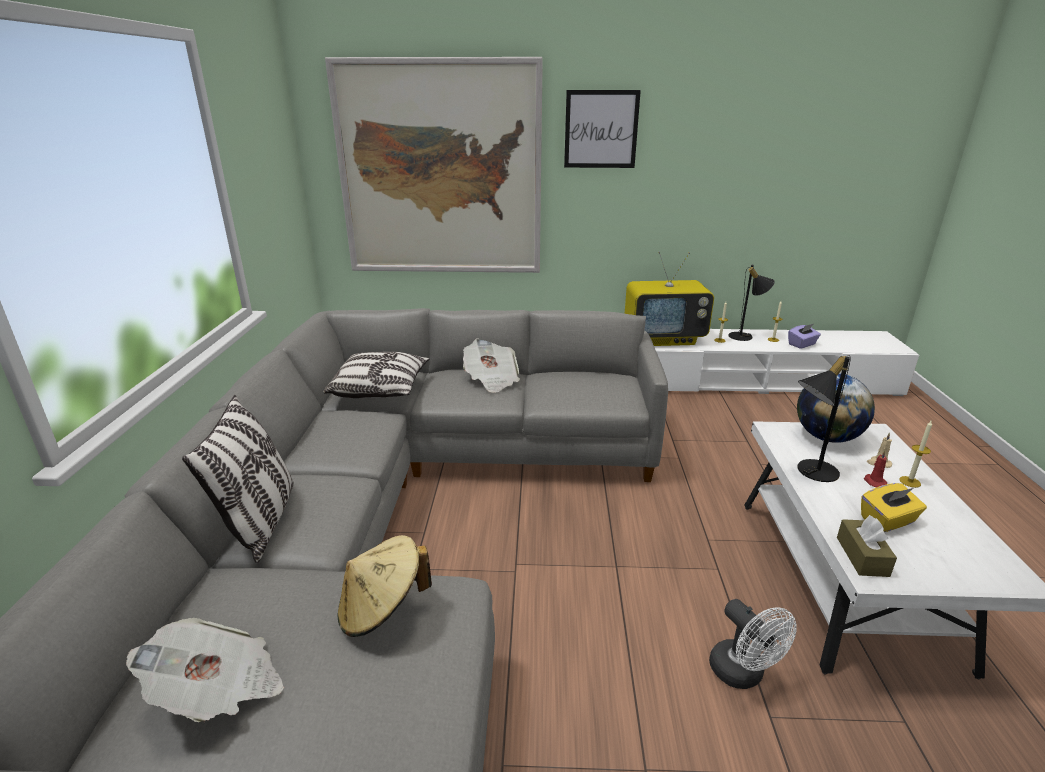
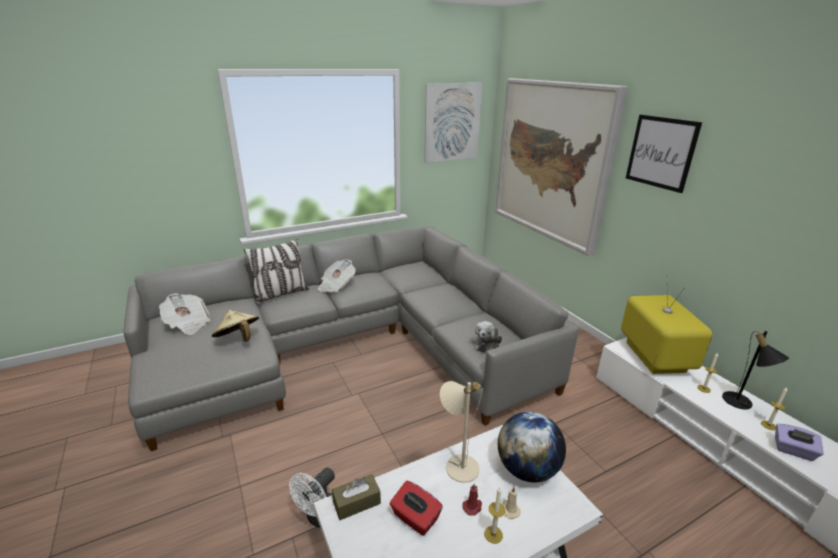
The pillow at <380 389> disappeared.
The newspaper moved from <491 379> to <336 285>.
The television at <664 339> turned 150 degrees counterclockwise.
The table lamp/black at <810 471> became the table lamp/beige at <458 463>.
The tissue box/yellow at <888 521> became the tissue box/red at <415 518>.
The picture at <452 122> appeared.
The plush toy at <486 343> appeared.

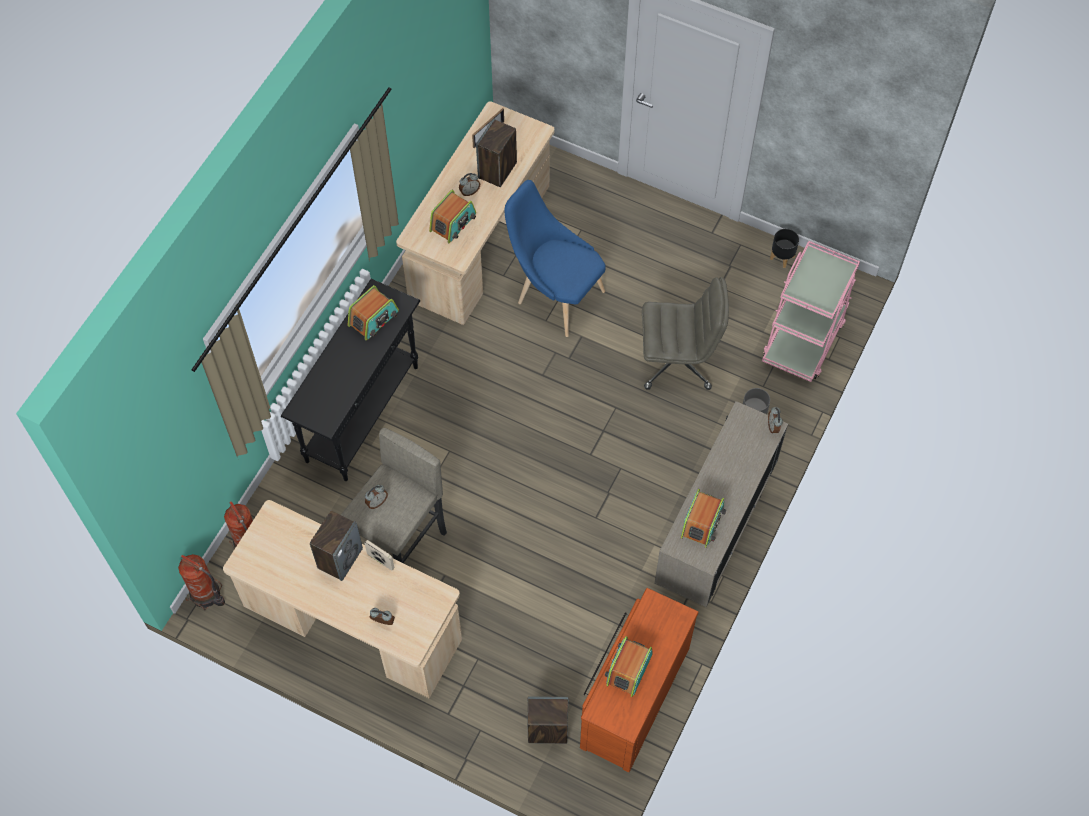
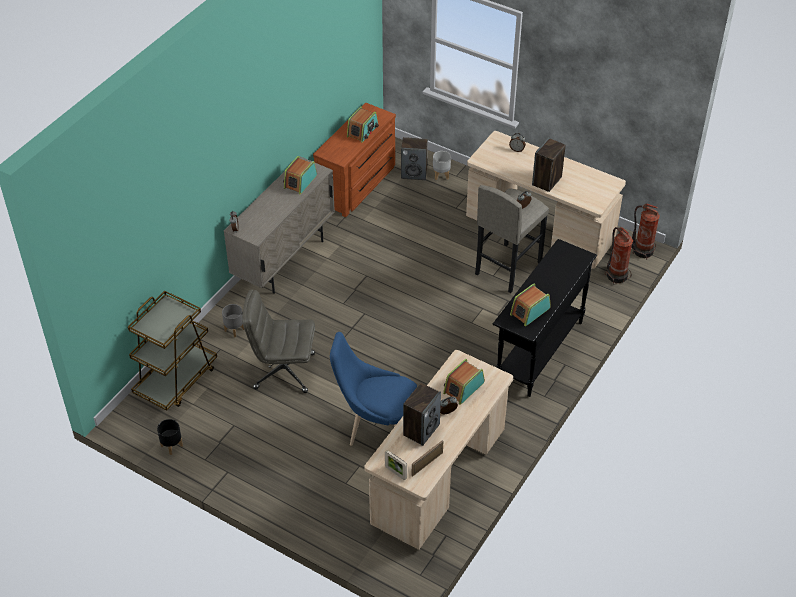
The picture frame moved from <380 561> to <395 473>.
The chair/blue at <555 295> turned 150 degrees clockwise.
The cart/pink at <803 339> became the cart/brown at <176 380>.
The planter/grey at <441 175> appeared.

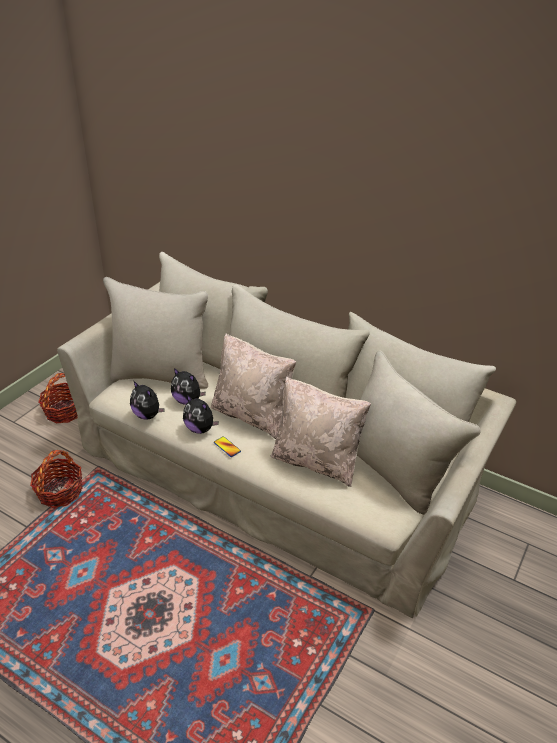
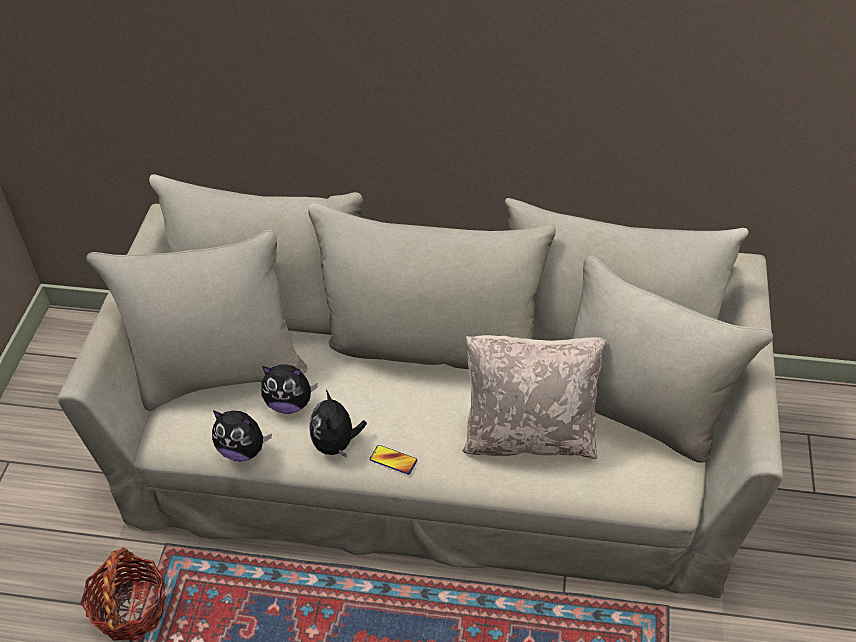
The basket at <64 411> disappeared.
The plush toy at <200 429> turned 75 degrees clockwise.
The pillow/beige at <252 415> disappeared.

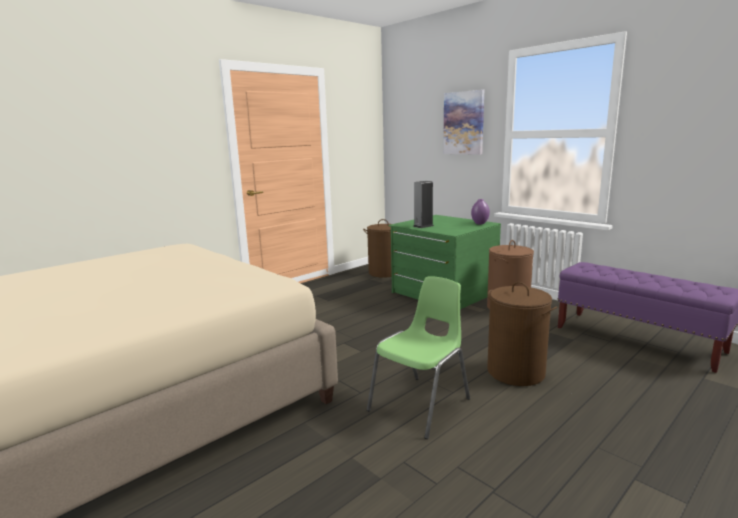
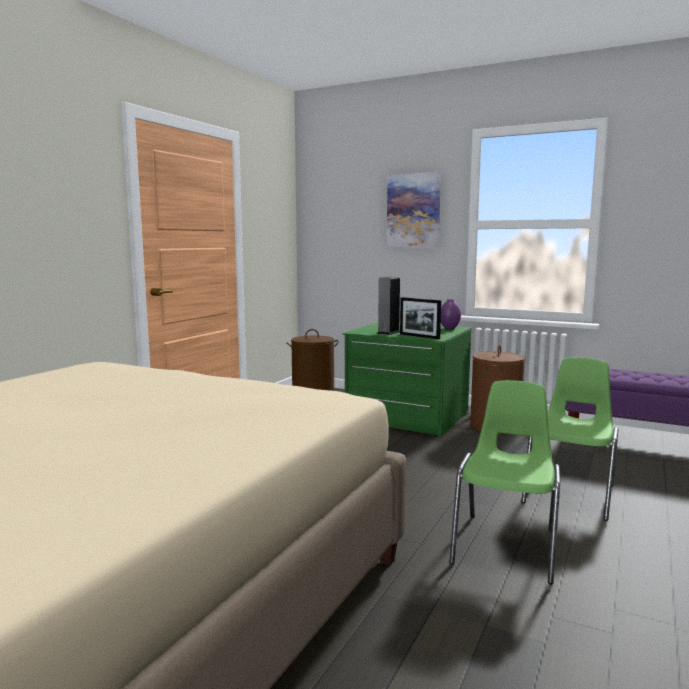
The laundry basket/brown at <516 372> was replaced by the chair/green at <571 494>.
The picture frame at <419 336> appeared.

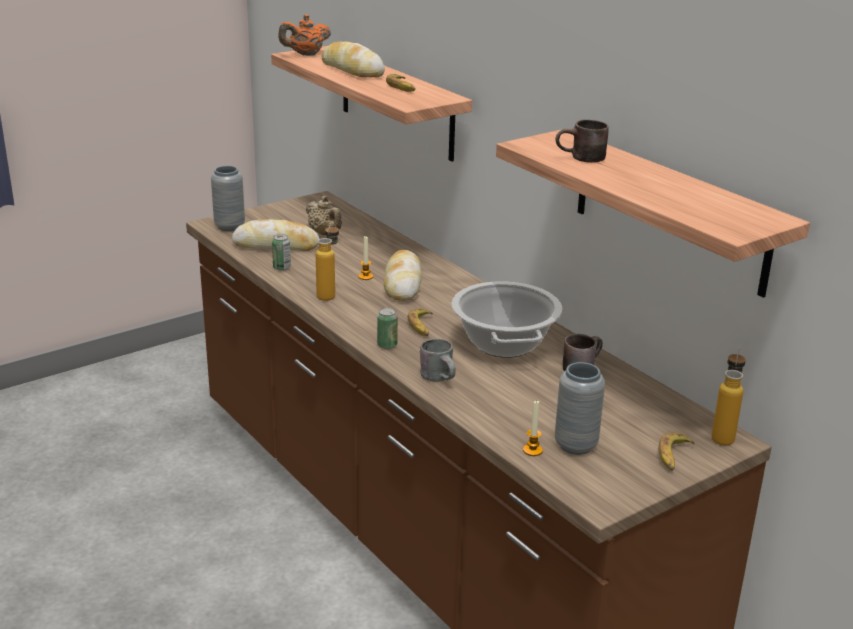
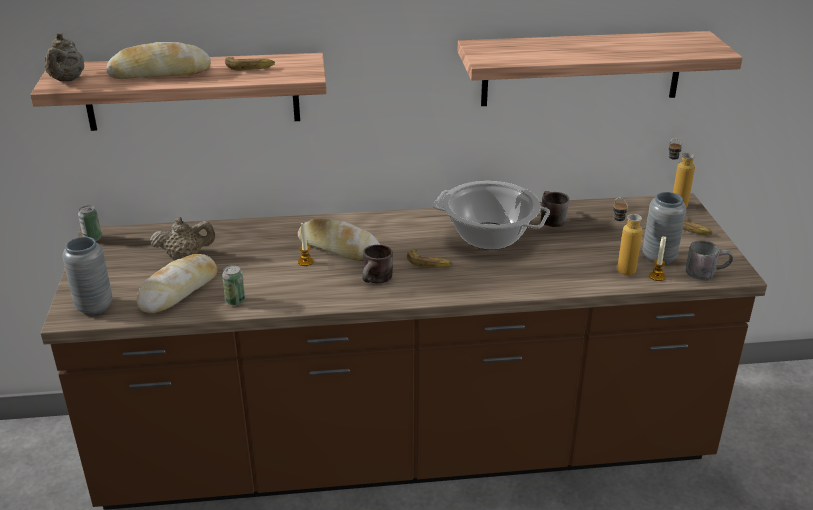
The teapot/orange at <305 54> became the teapot/beige at <67 80>.
The bottle moved from <329 294> to <620 268>.
The can moved from <387 345> to <92 238>.
The mug/grey moved from <441 377> to <705 272>.
The mug/brown moved from <582 159> to <378 281>.

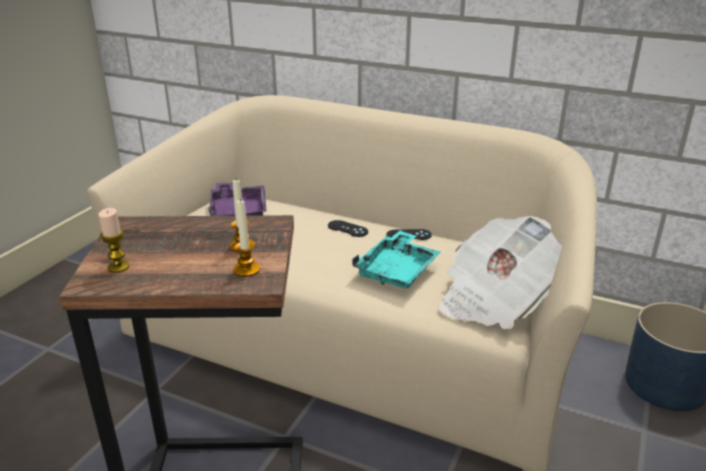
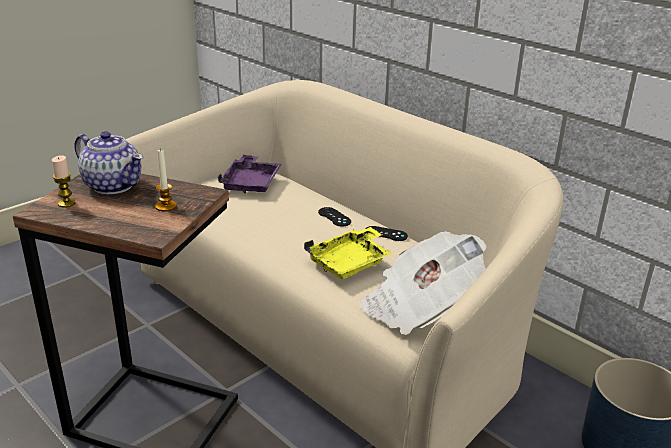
The candle at <246 270> disappeared.
The tray/turquoise at <397 271> became the tray/yellow at <349 263>.
The teapot at <113 185> appeared.

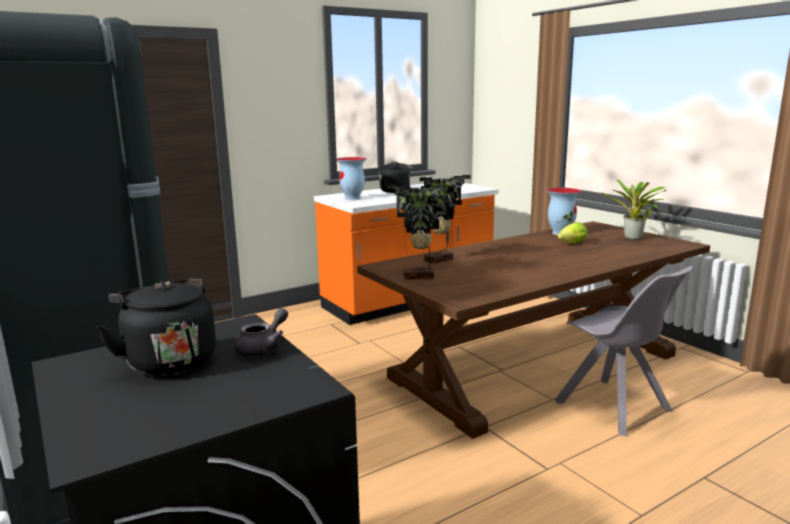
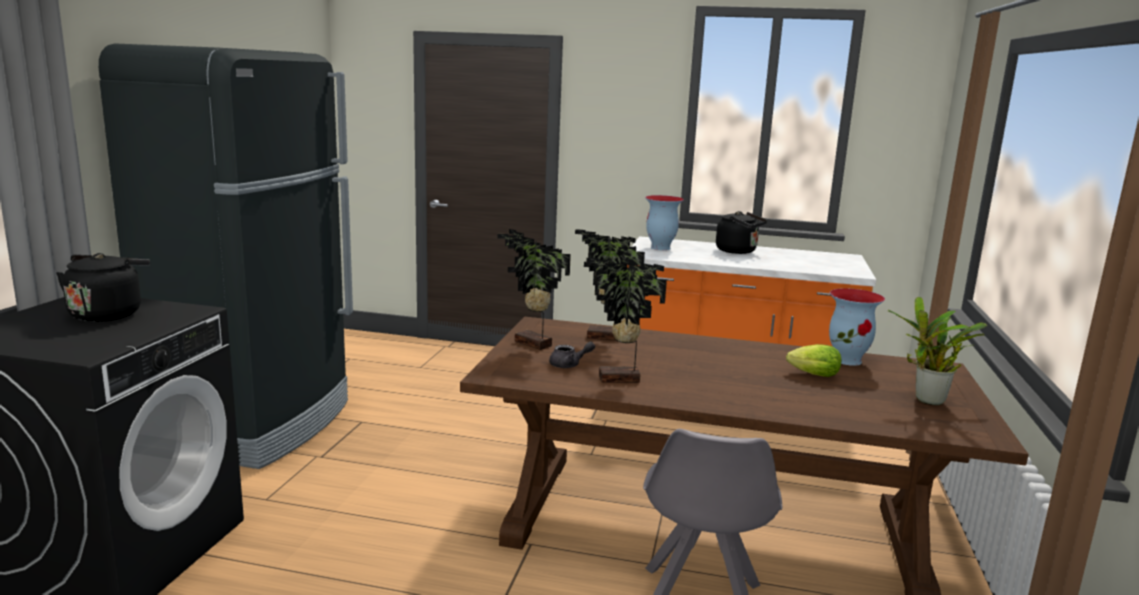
The teapot/grey moved from <264 349> to <569 365>.
The potted plant at <620 380> appeared.

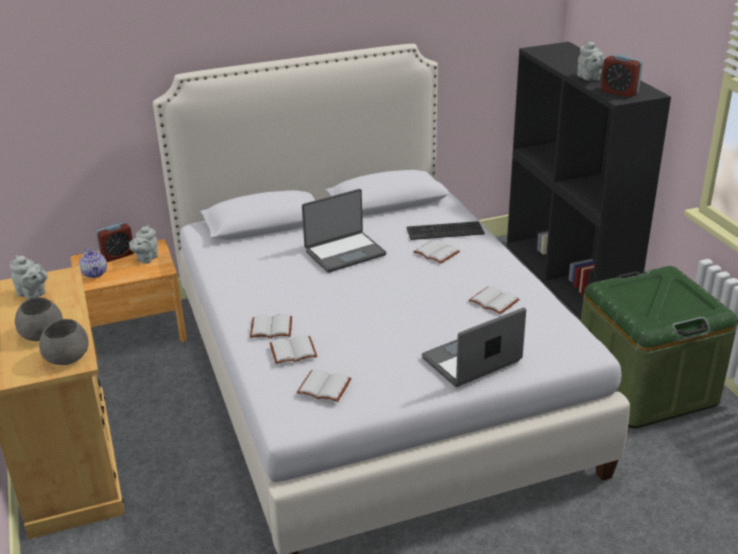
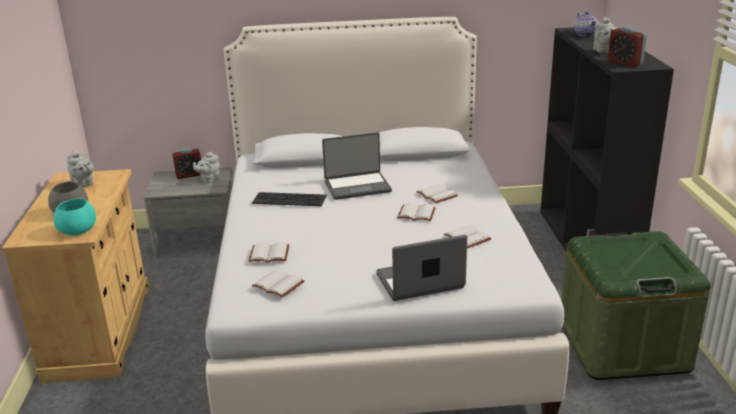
The bowl/grey at <67 356> became the bowl/turquoise at <78 230>.
The nightstand/brown at <135 331> became the nightstand/grey at <198 241>.
The teapot moved from <95 273> to <585 34>.
The book/white moved from <270 329> to <415 214>.
The keyboard moved from <445 231> to <289 200>.

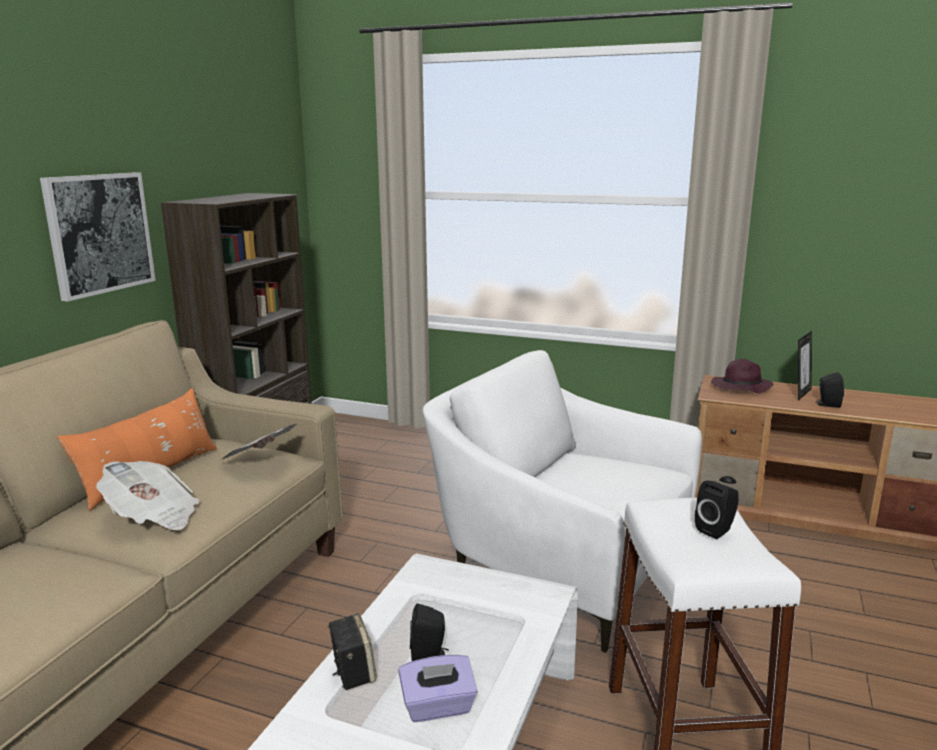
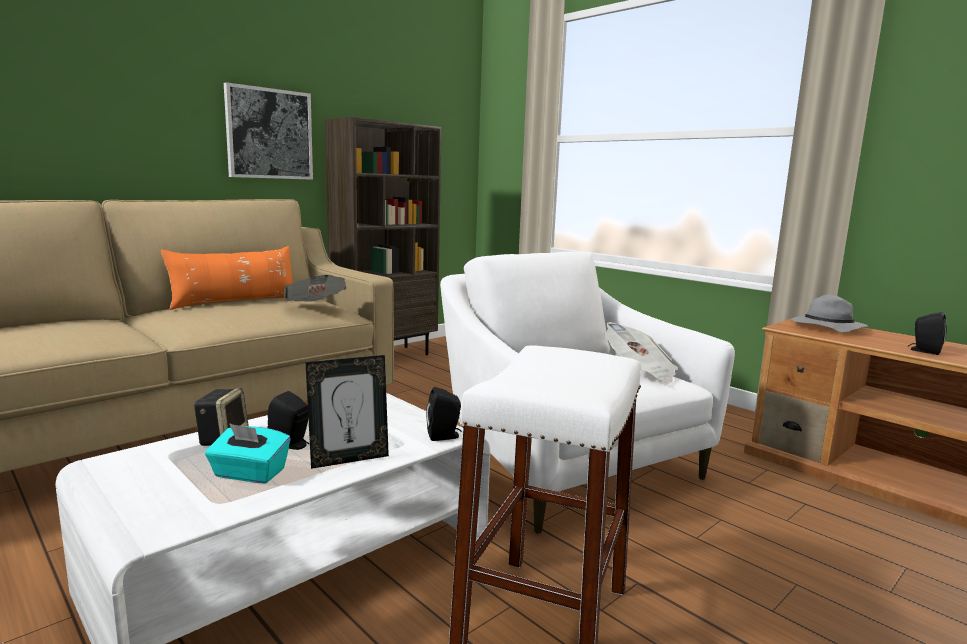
The newspaper moved from <153 516> to <640 372>.
The tissue box/purple at <438 707> became the tissue box/turquoise at <249 474>.
The speaker/black moved from <717 530> to <444 436>.
The hat/purple at <740 388> became the hat/grey at <826 328>.
The picture frame moved from <800 394> to <349 459>.

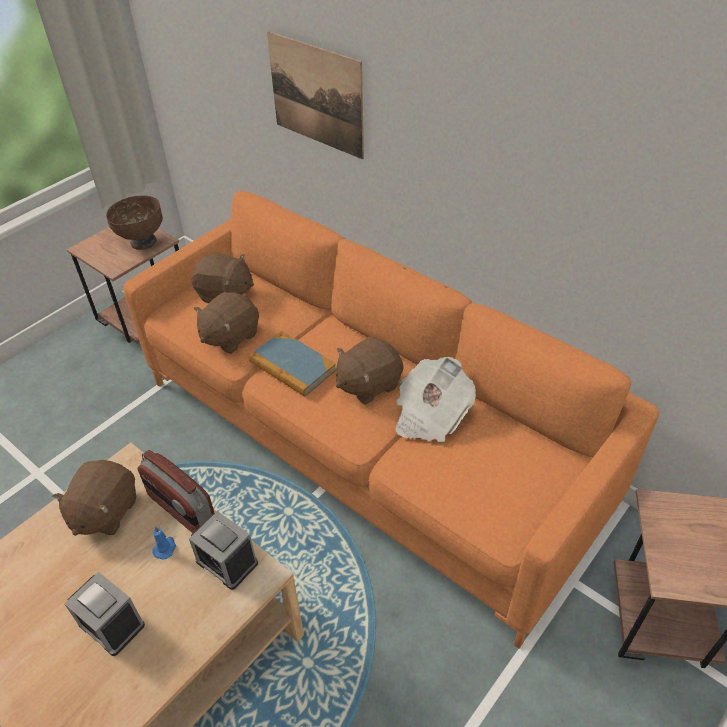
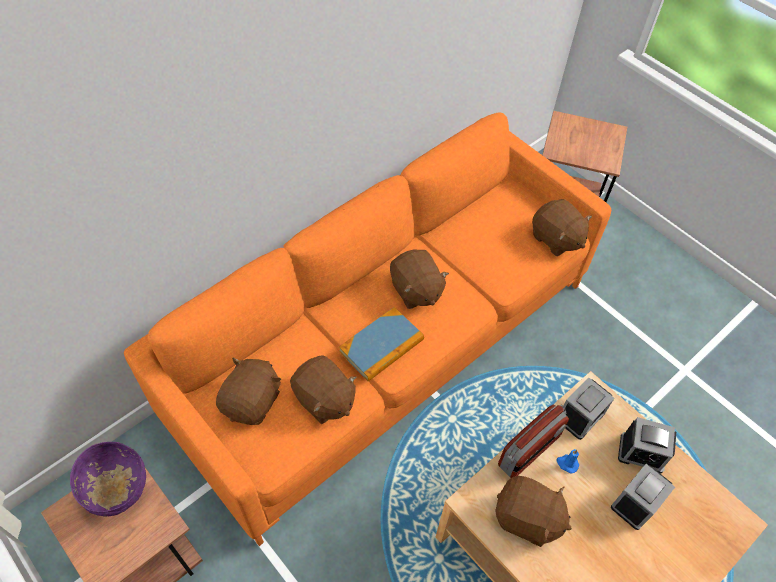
The bowl/brown at <143 242> became the bowl/purple at <120 493>.
The picture at <316 95> disappeared.
The newspaper at <430 415> disappeared.
The plush toy/brown at <556 239> appeared.
The alarm clock at <641 453> appeared.

